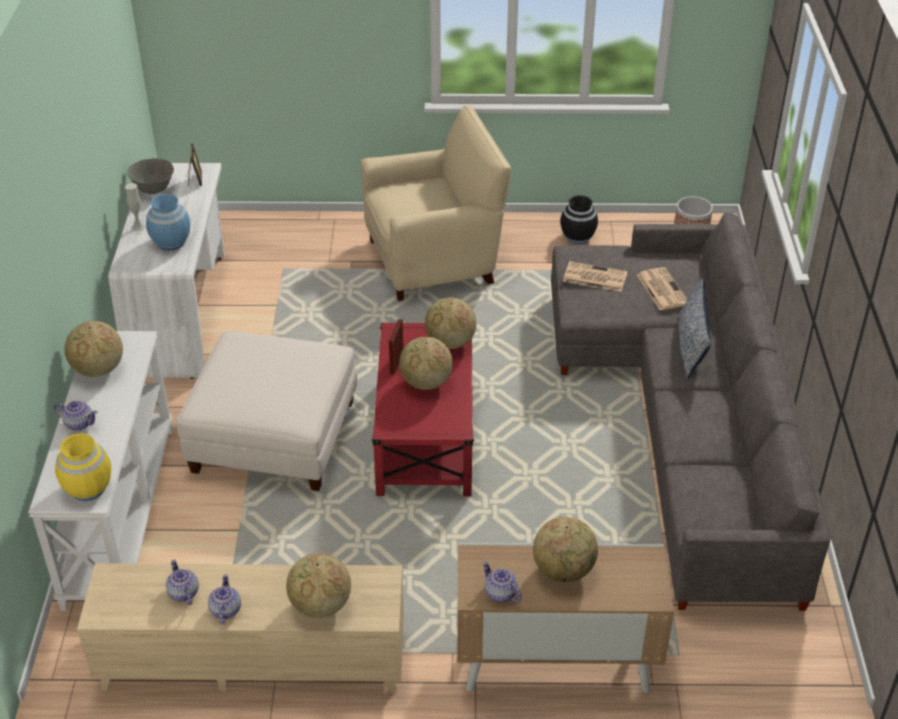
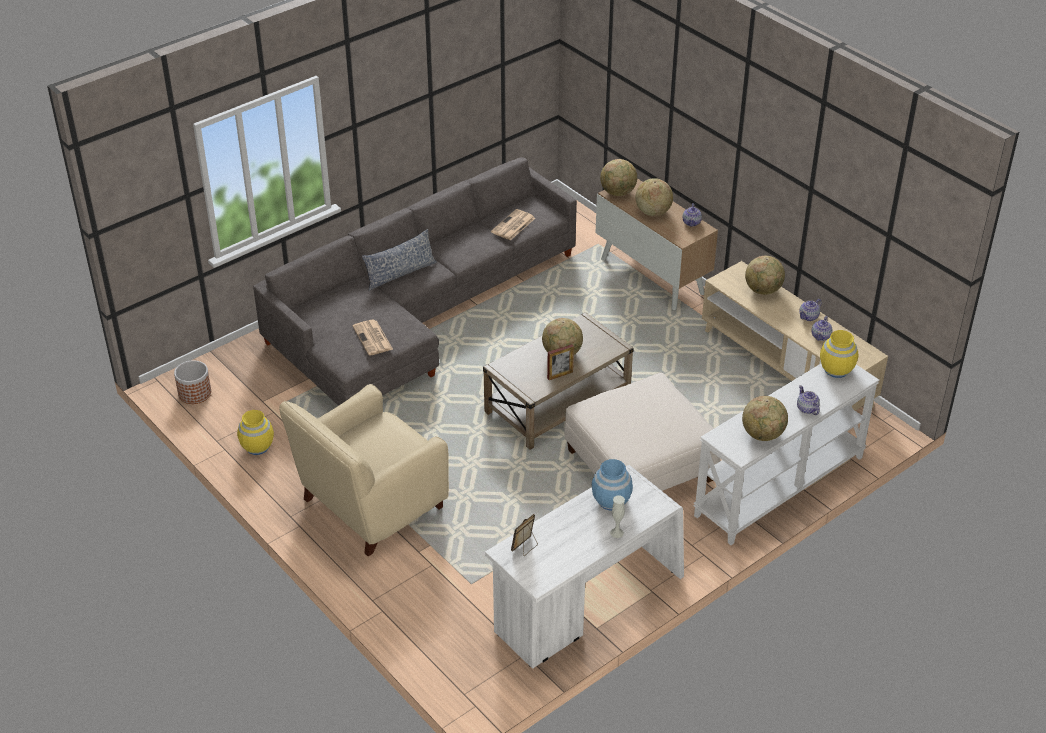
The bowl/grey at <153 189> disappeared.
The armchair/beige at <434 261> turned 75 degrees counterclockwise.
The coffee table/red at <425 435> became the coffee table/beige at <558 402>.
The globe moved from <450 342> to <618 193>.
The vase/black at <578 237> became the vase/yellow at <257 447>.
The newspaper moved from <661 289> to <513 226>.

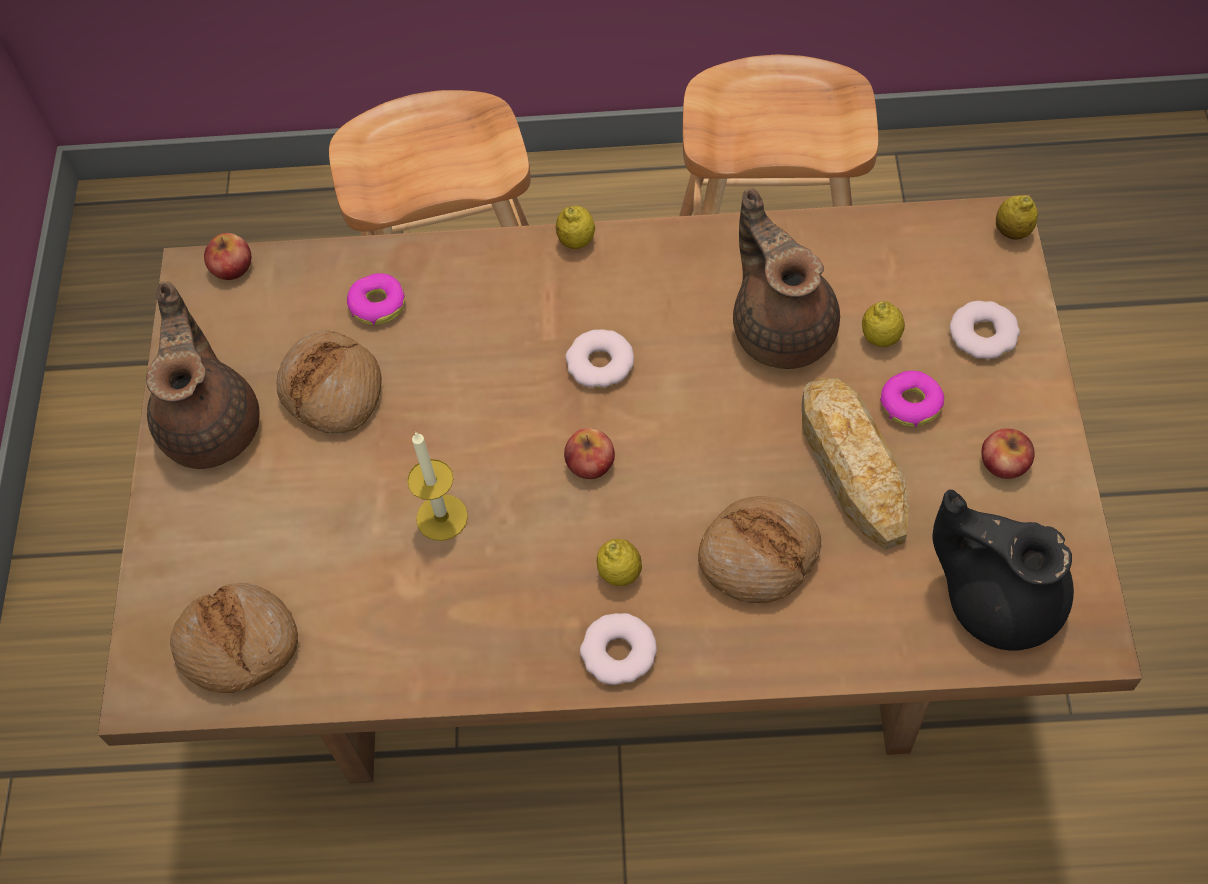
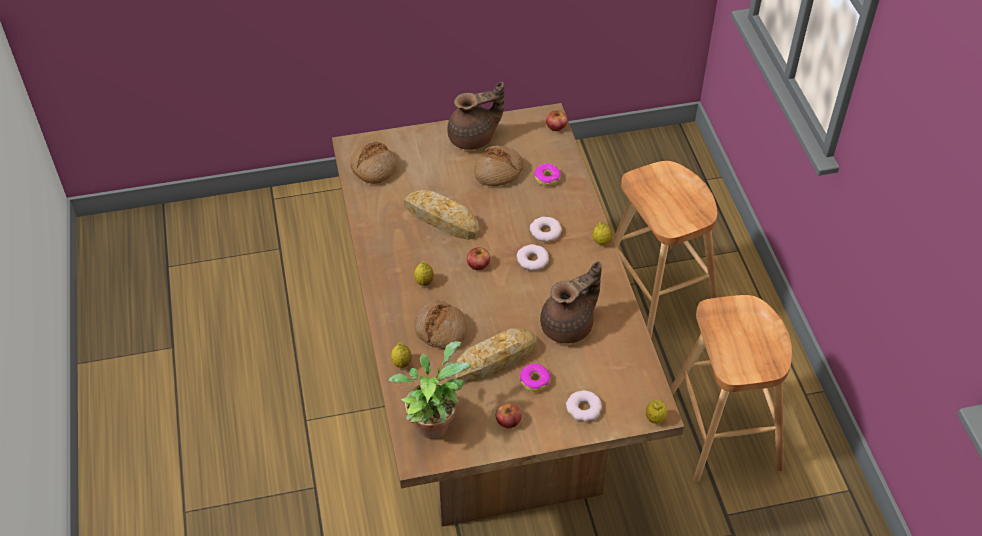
The candle at <442 517> was replaced by the bread at <441 218>.
The donut moved from <618 653> to <545 232>.
The lemon moved from <880 338> to <401 363>.
The teapot/black at <998 598> was replaced by the potted plant at <433 421>.

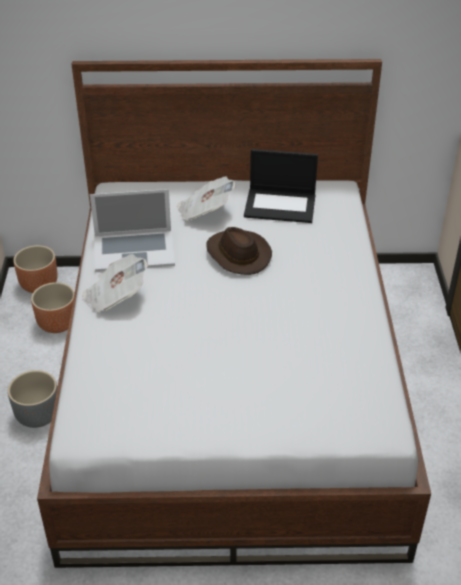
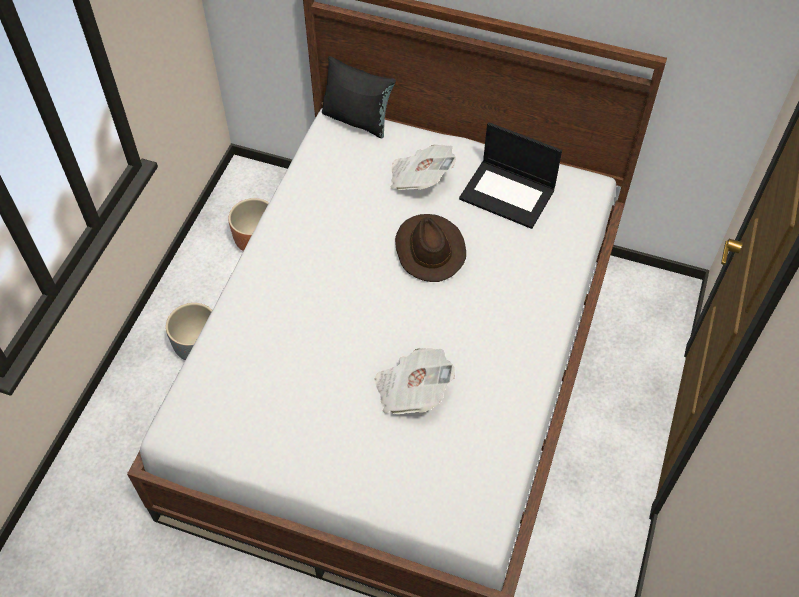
The planter/brown at <39 285> disappeared.
The newspaper moved from <115 296> to <412 391>.
The laptop at <134 250> disappeared.
The pillow/black at <357 120> appeared.

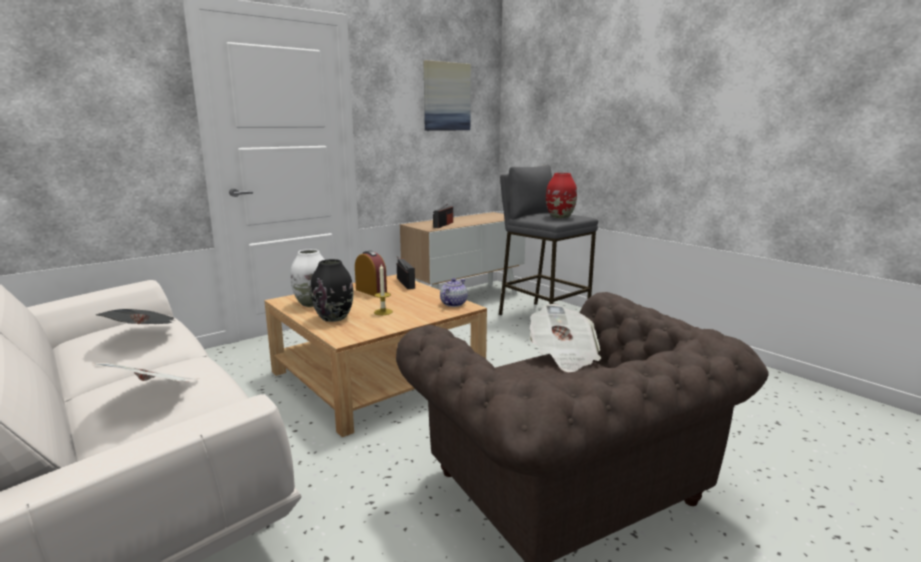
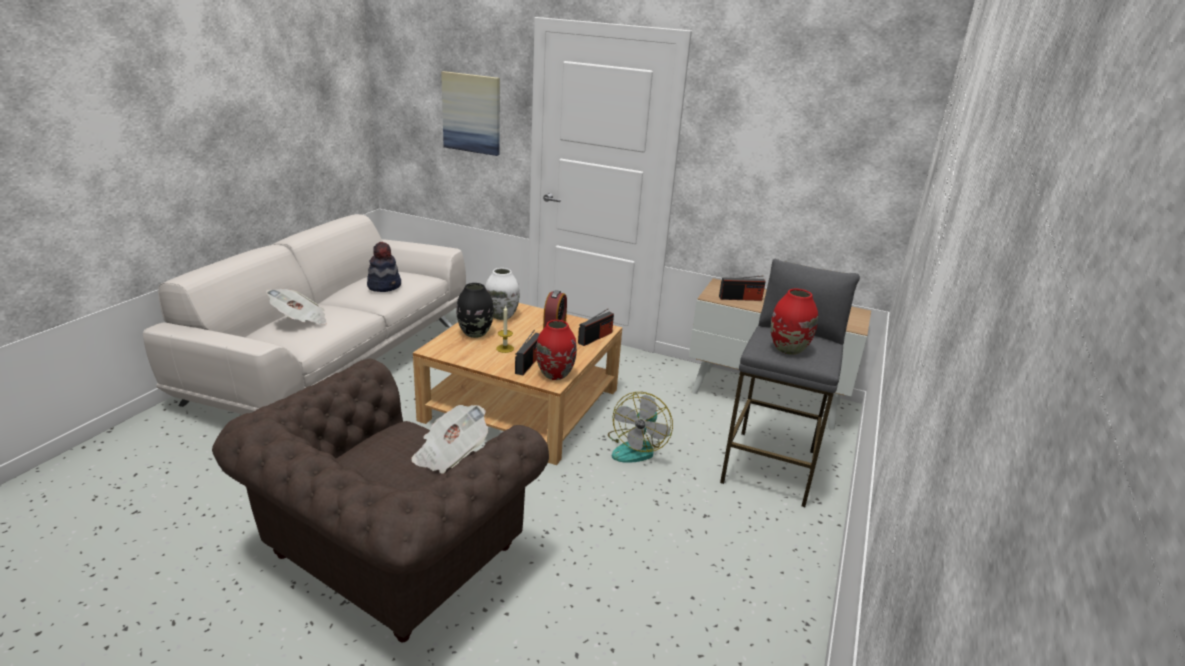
The newspaper at <144 335> was replaced by the hat at <384 286>.
The picture moved from <446 97> to <472 113>.
The teapot at <453 304> was replaced by the vase/red at <554 374>.
The radio at <528 363> appeared.
The fan at <636 447> appeared.

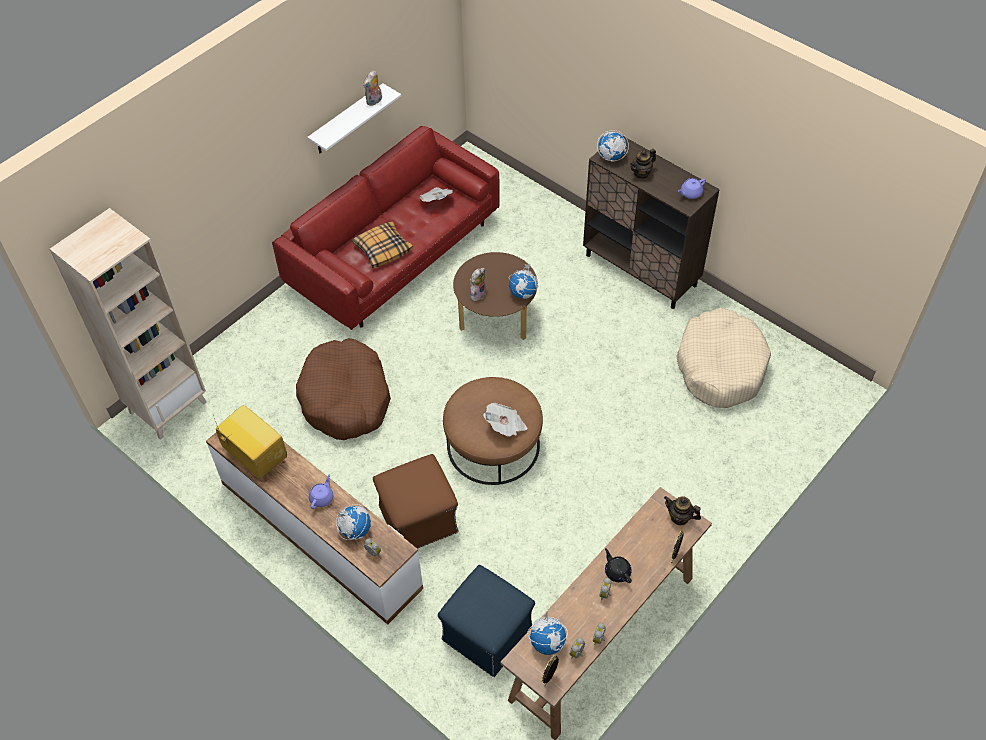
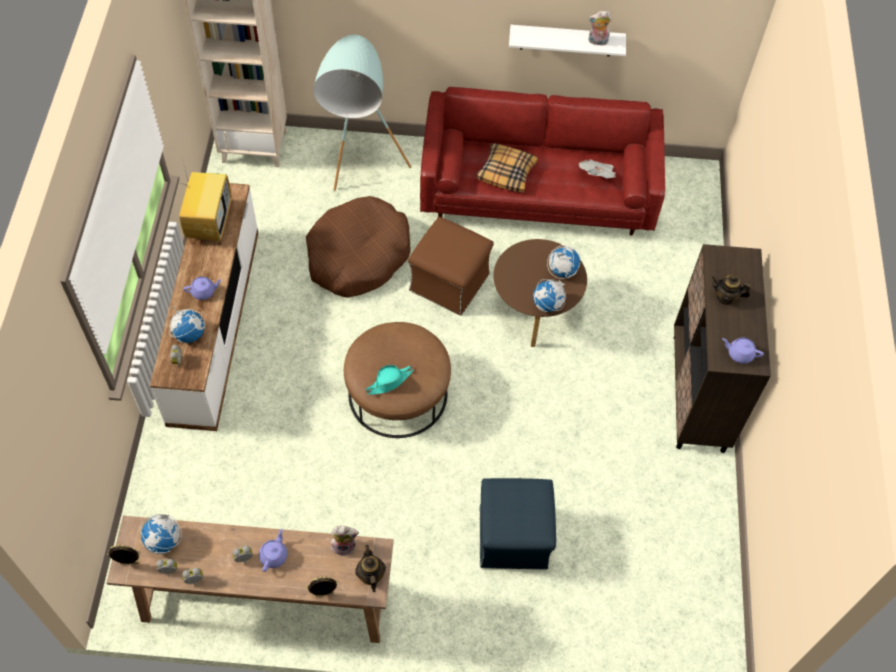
The ottoman/brown moved from <419 519> to <450 283>.
The ottoman/blue moved from <488 634> to <513 537>.
The plush toy moved from <477 293> to <344 545>.
The newspaper at <505 426> was replaced by the hat/turquoise at <389 381>.
The globe moved from <611 157> to <562 271>.
The teapot/black at <617 571> became the teapot/purple at <274 555>.
The dog bed/beige at <720 366> disappeared.
The floor lamp/turquoise at <360 175> appeared.

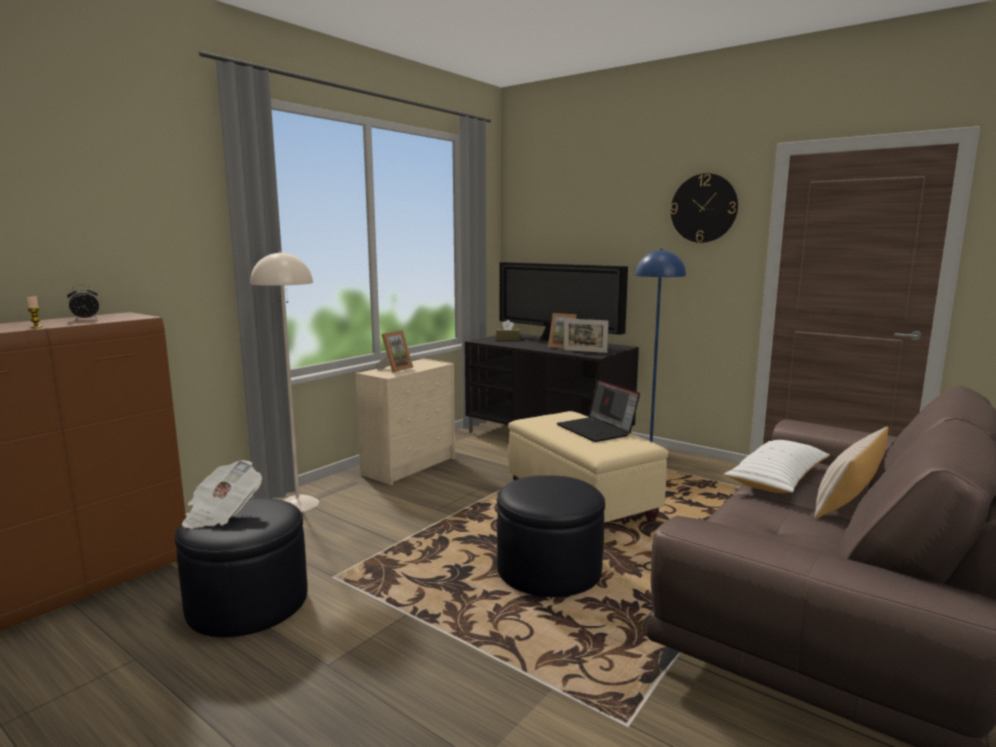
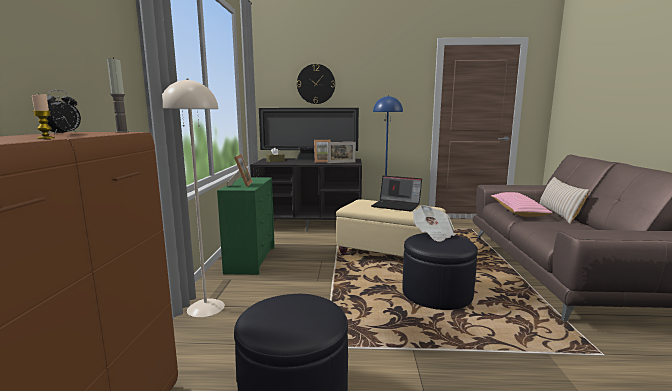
The newspaper moved from <222 514> to <433 234>.
The dresser/beige at <410 466> became the dresser/green at <251 259>.
The wall clock moved from <703 208> to <316 84>.
The pillow/white at <777 479> became the pillow/pink at <518 211>.
The candle at <122 132> appeared.

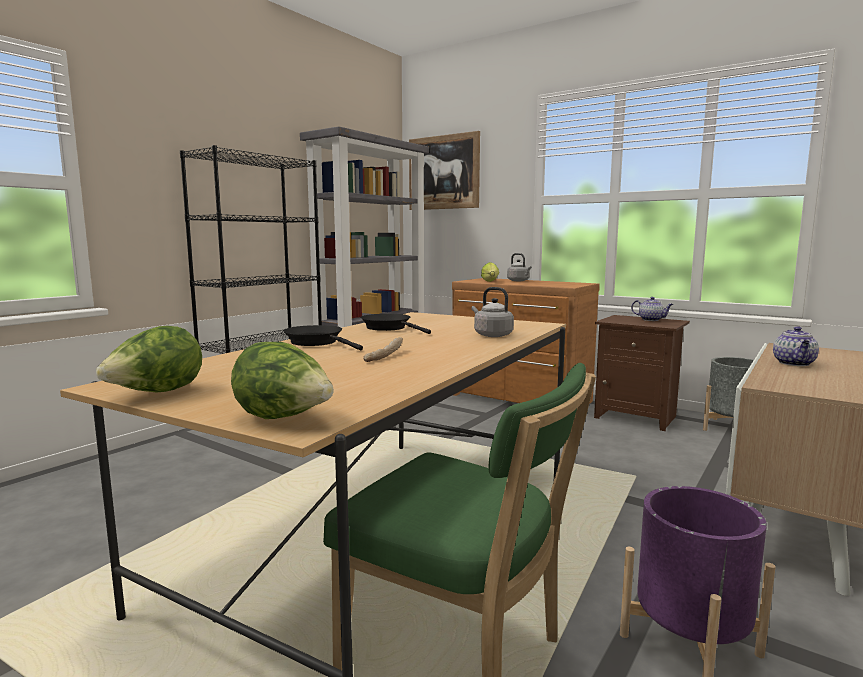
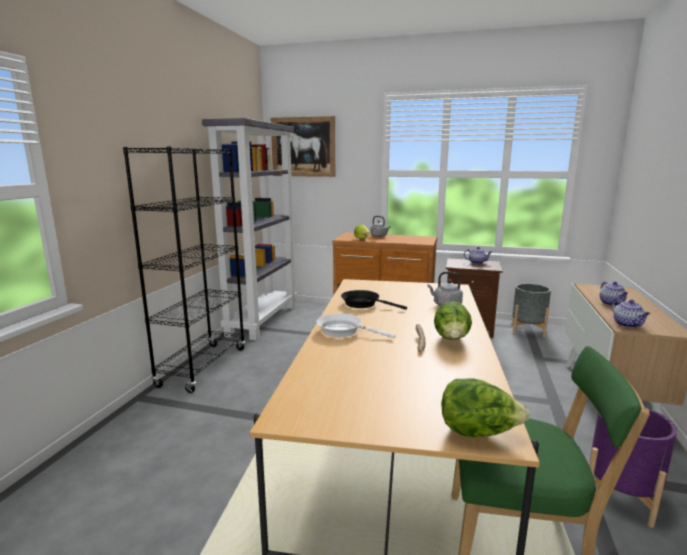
The lettuce moved from <156 394> to <452 340>.
The frying pan/black at <317 342> became the frying pan/white at <343 331>.
The teapot at <628 324> appeared.

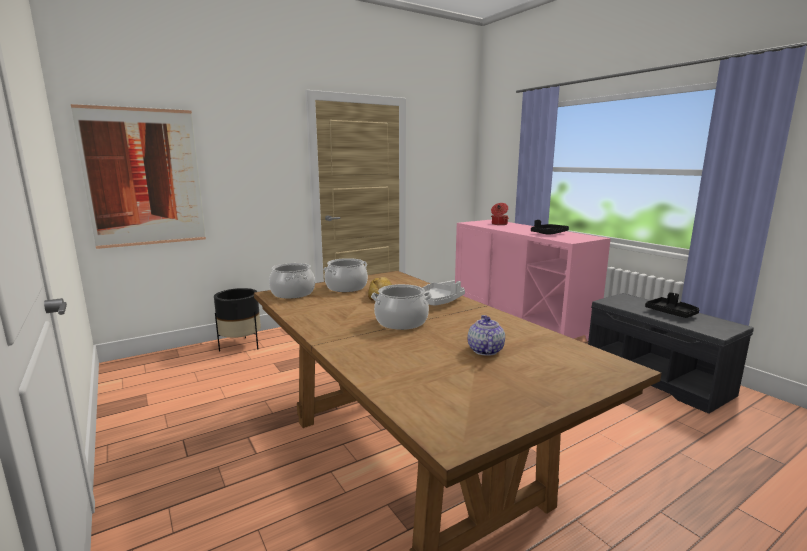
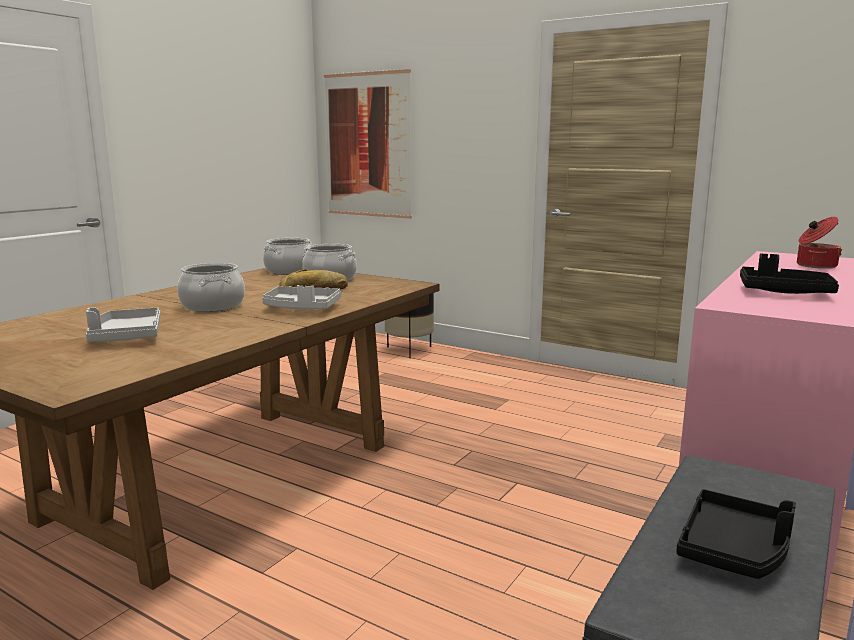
The teapot at <485 350> was replaced by the tray/grey at <127 337>.

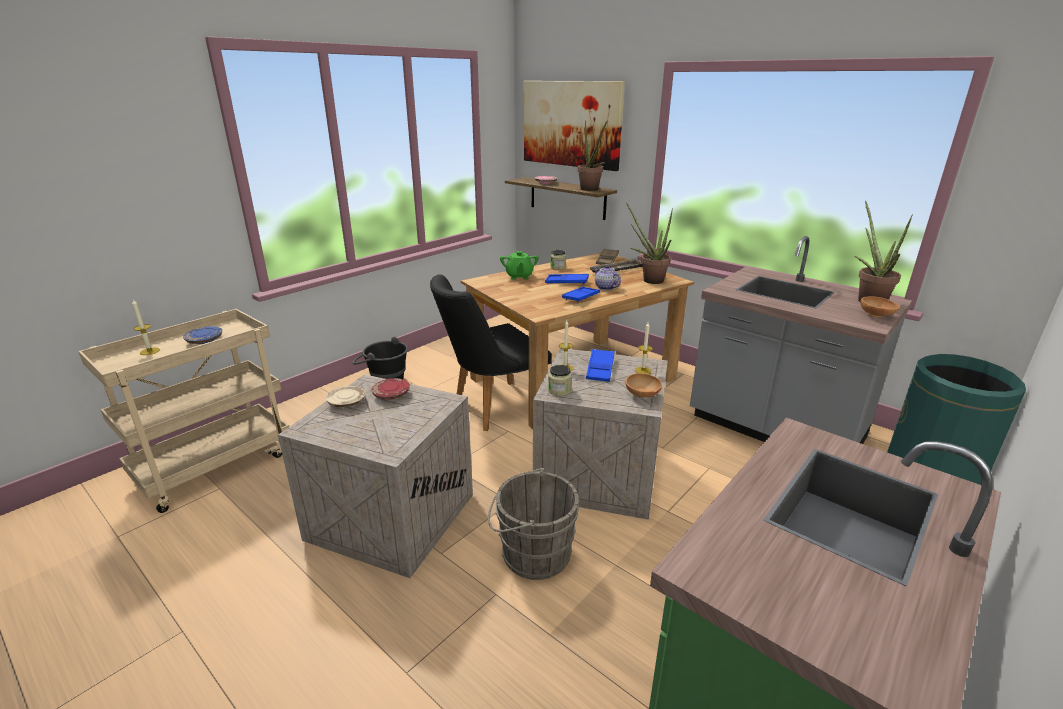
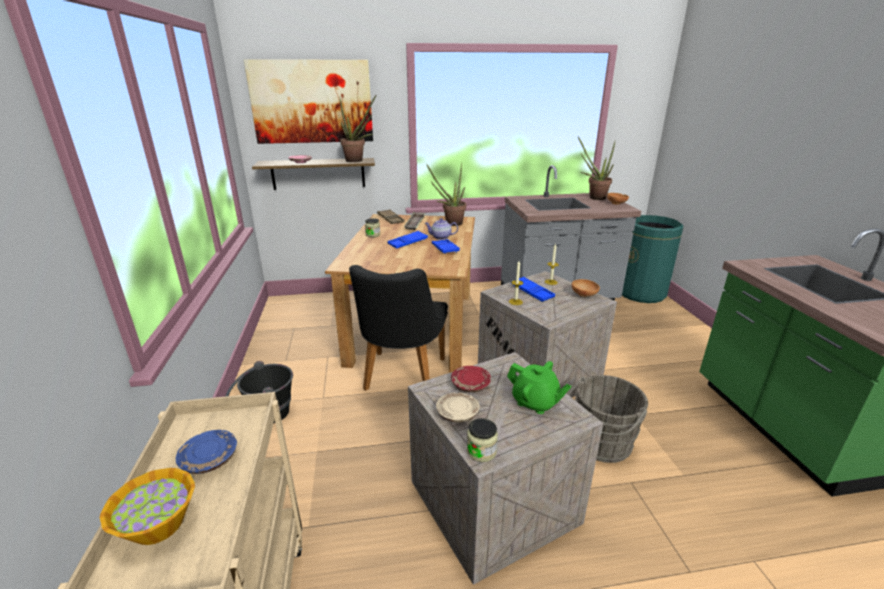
The candle at <149 351> was replaced by the bowl at <158 524>.
The teapot/green moved from <519 276> to <535 402>.
The jar moved from <559 390> to <481 451>.

